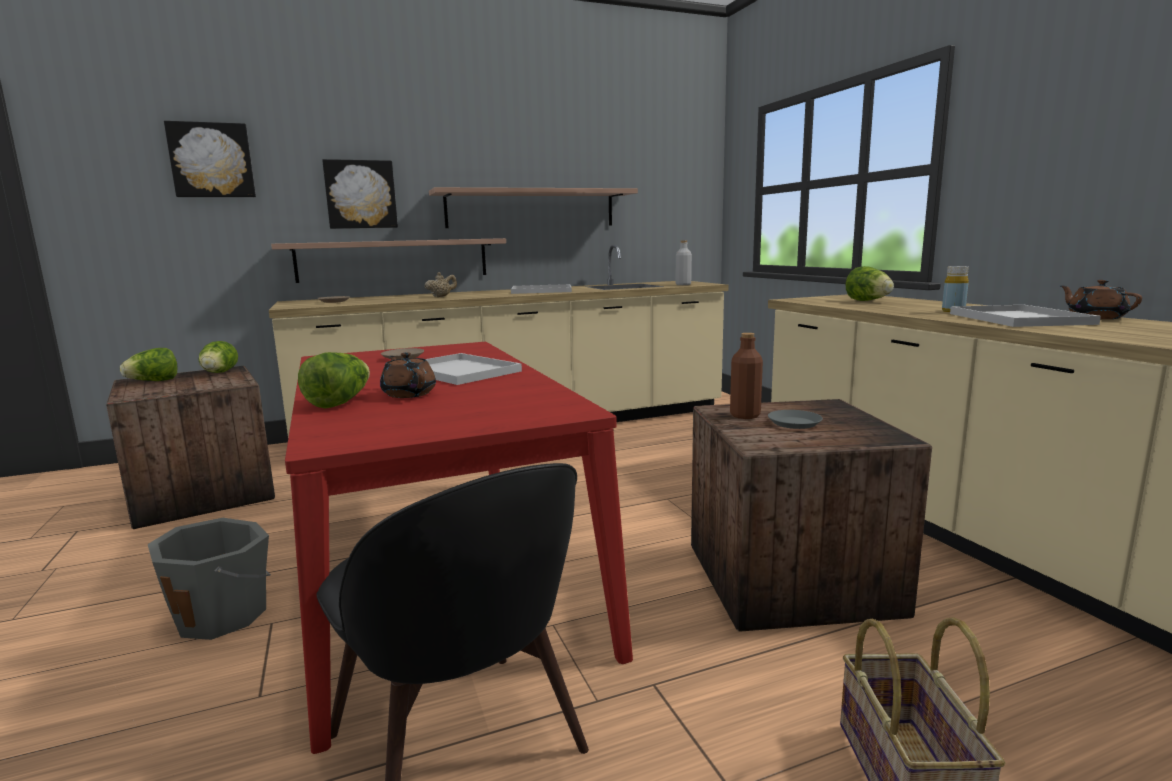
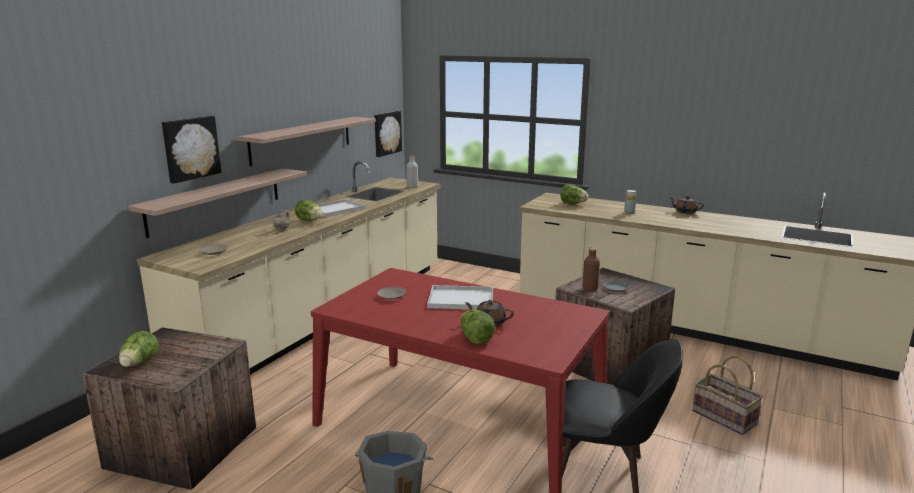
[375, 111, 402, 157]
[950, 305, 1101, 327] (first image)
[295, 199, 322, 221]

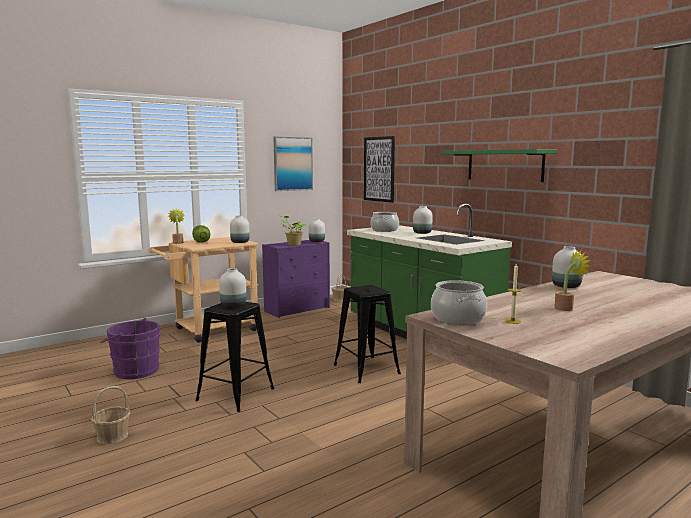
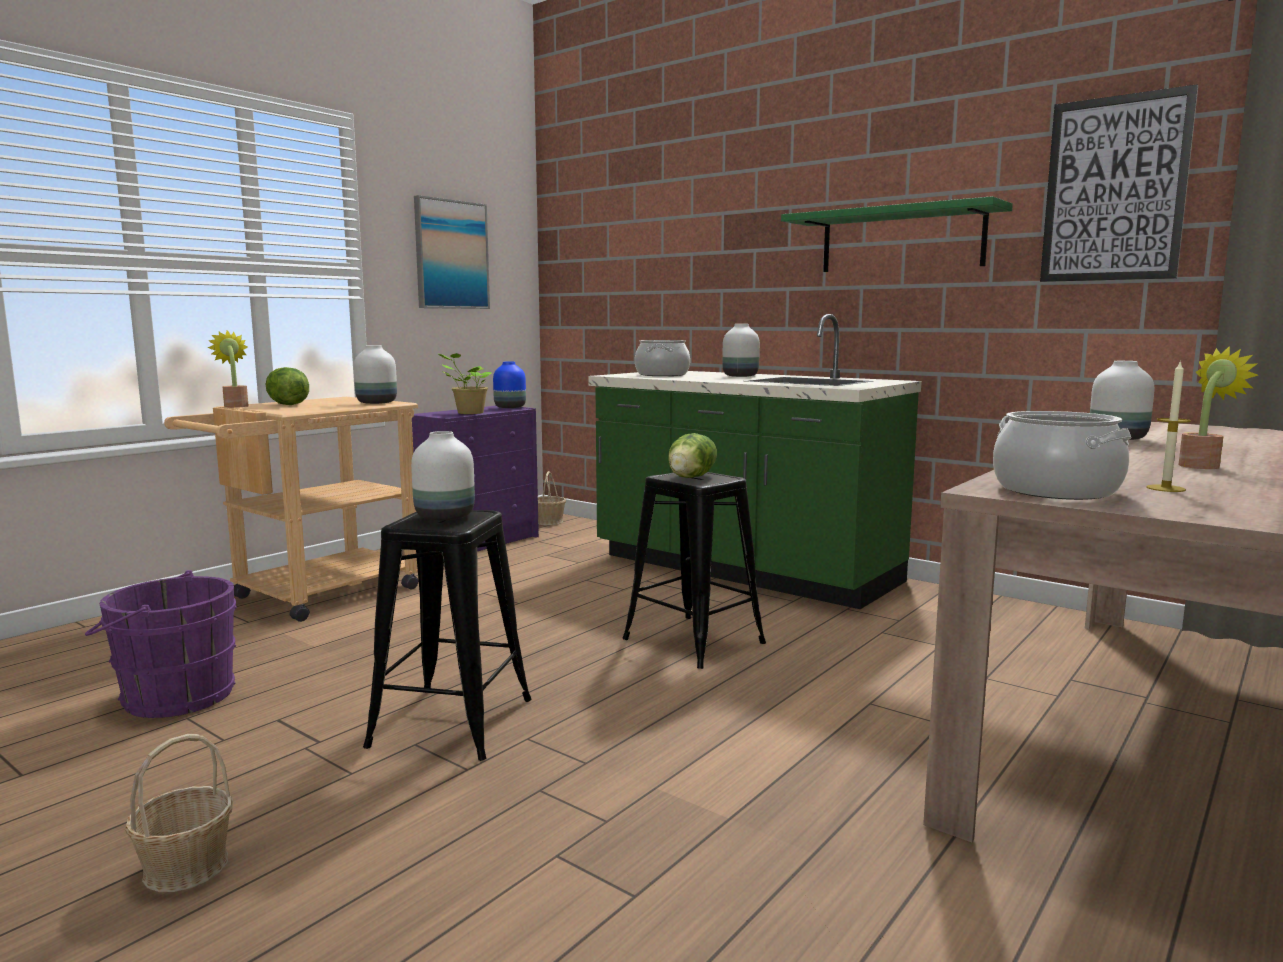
[1040, 84, 1198, 282]
[493, 362, 526, 408]
[668, 433, 717, 478]

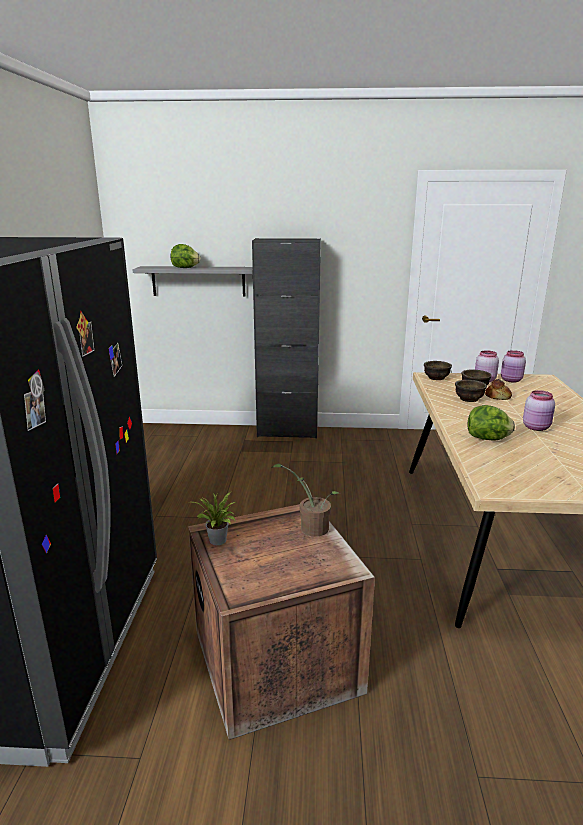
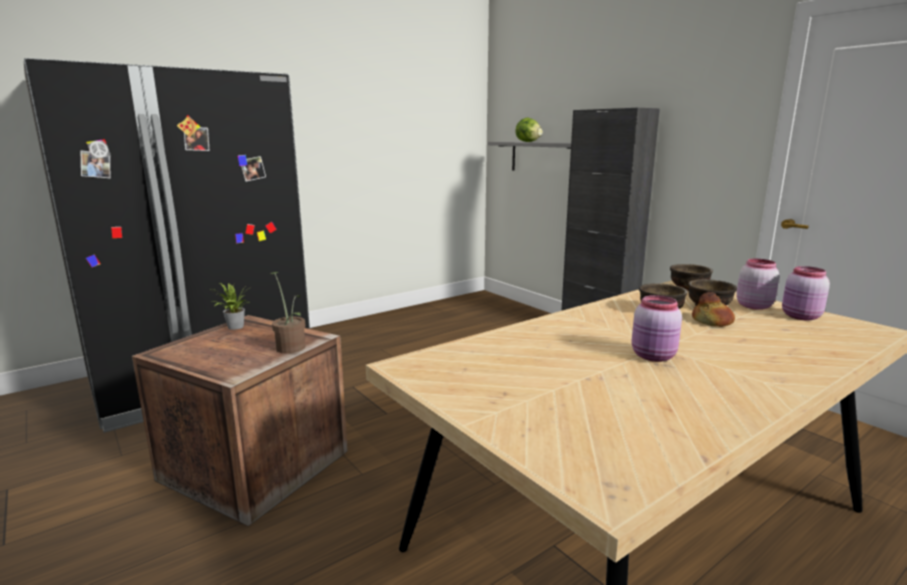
[468, 405, 515, 440] (first image)

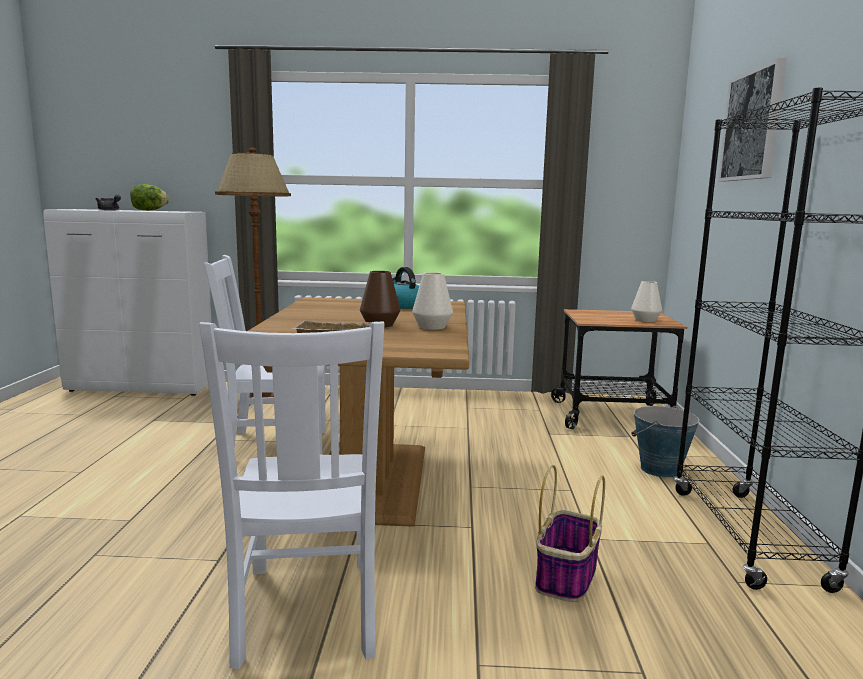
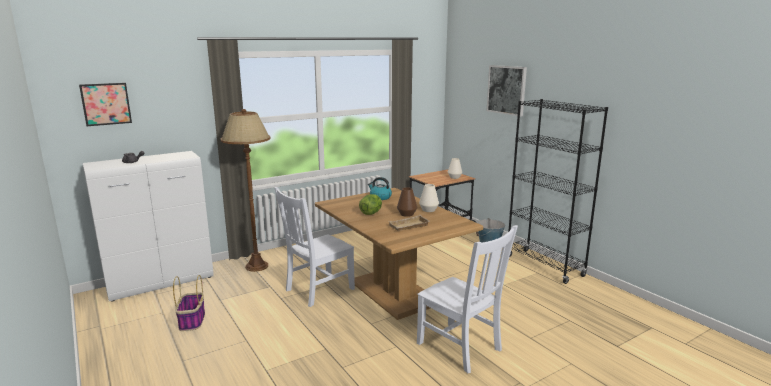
[359, 194, 382, 215]
[173, 275, 205, 331]
[79, 83, 132, 126]

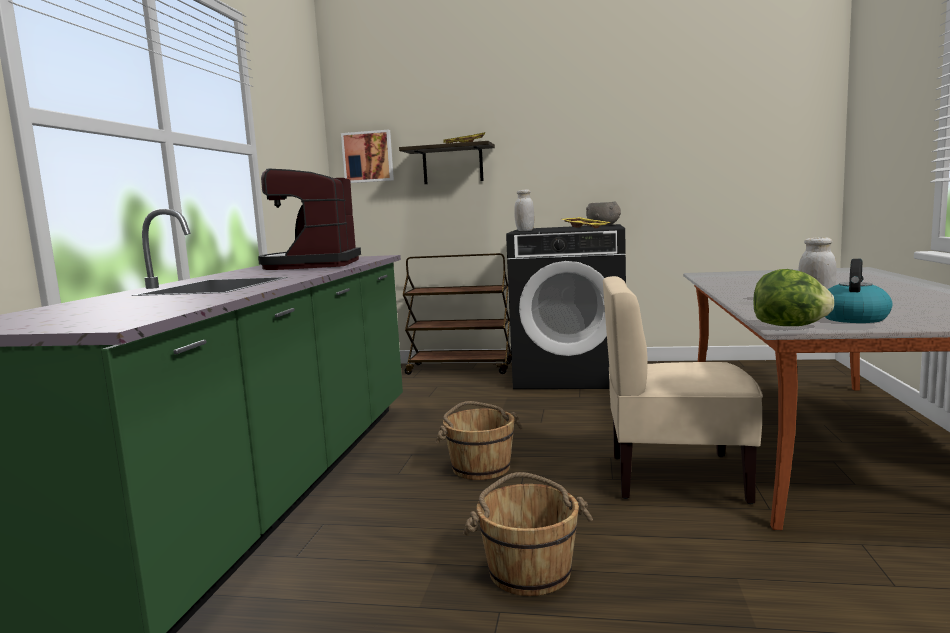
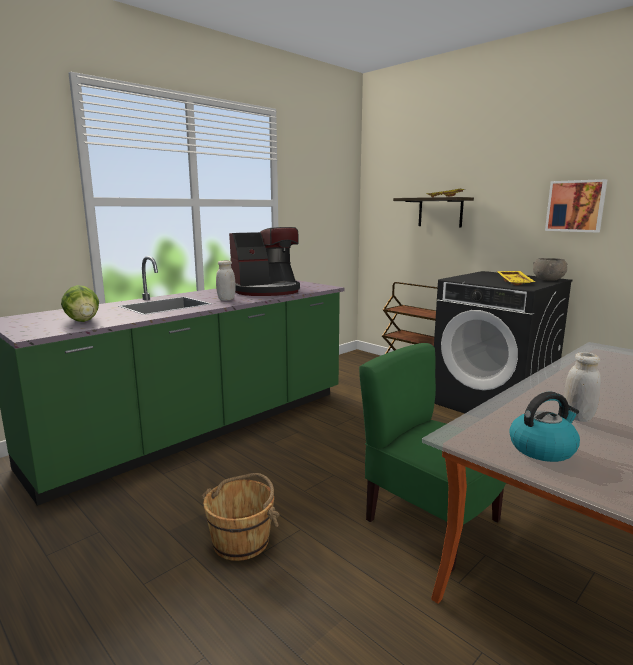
[545, 179, 607, 233]
[229, 227, 300, 296]
[216, 260, 235, 301]
[61, 285, 99, 322]
[359, 343, 506, 572]
[435, 401, 523, 480] (first image)

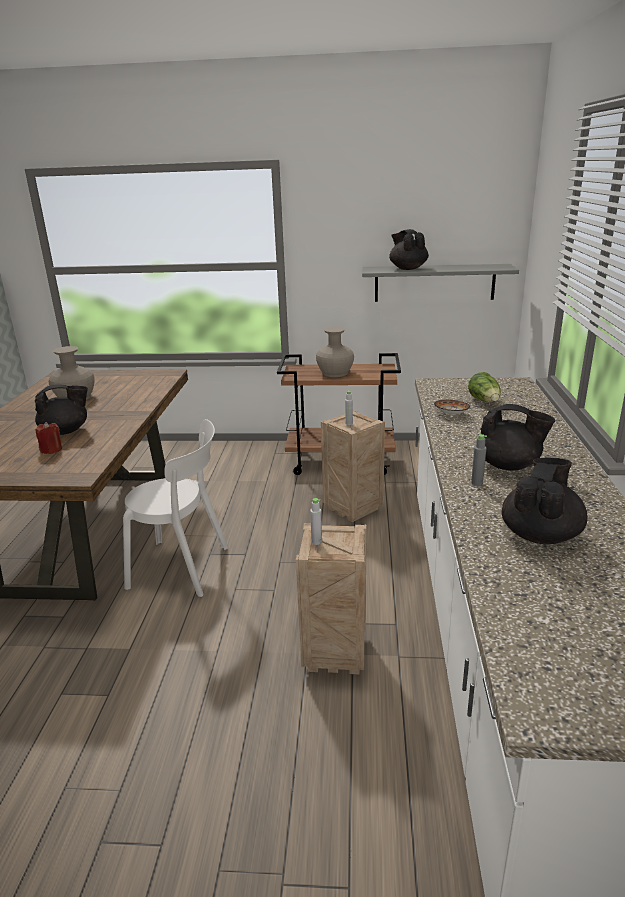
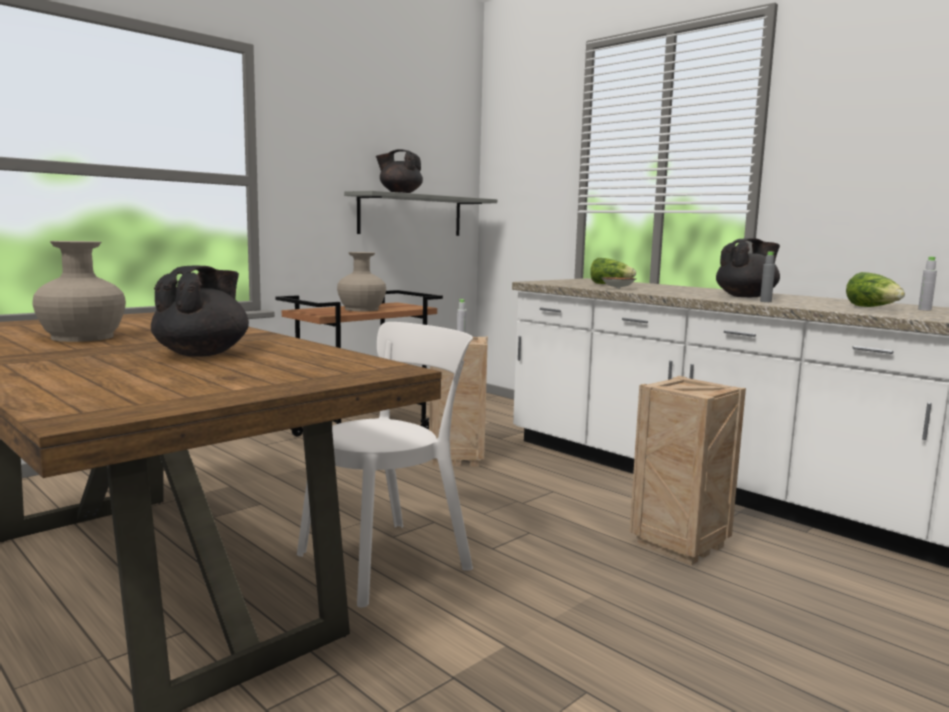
[35, 422, 62, 454] (first image)
[846, 272, 905, 307]
[918, 257, 937, 310]

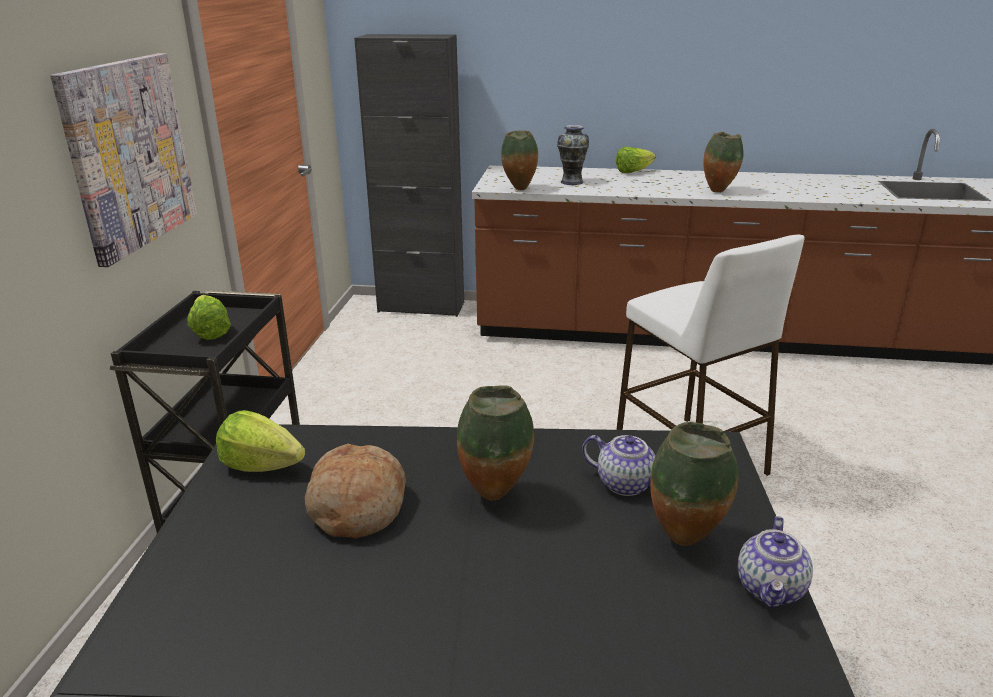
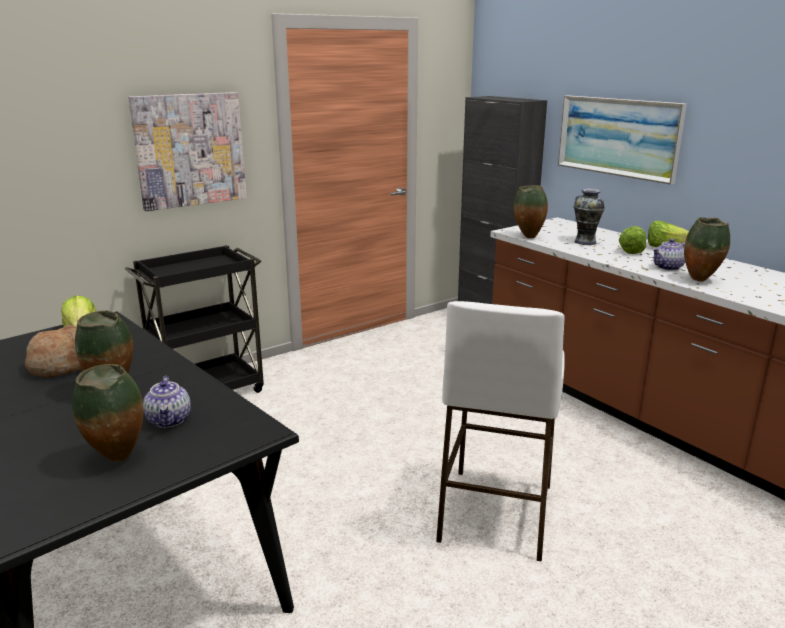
[619, 226, 647, 254]
[652, 239, 685, 271]
[558, 95, 687, 185]

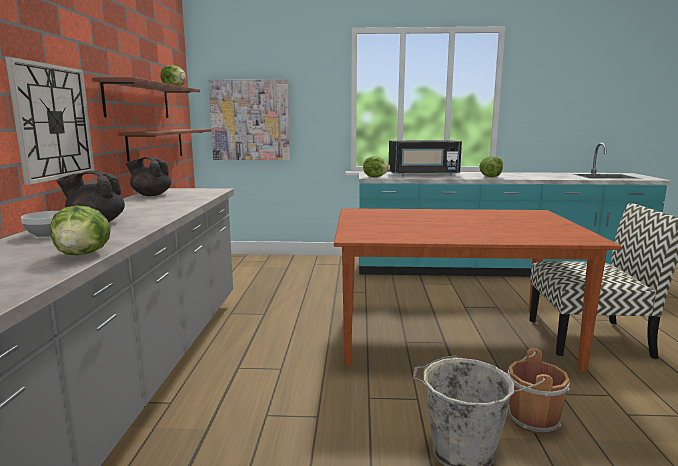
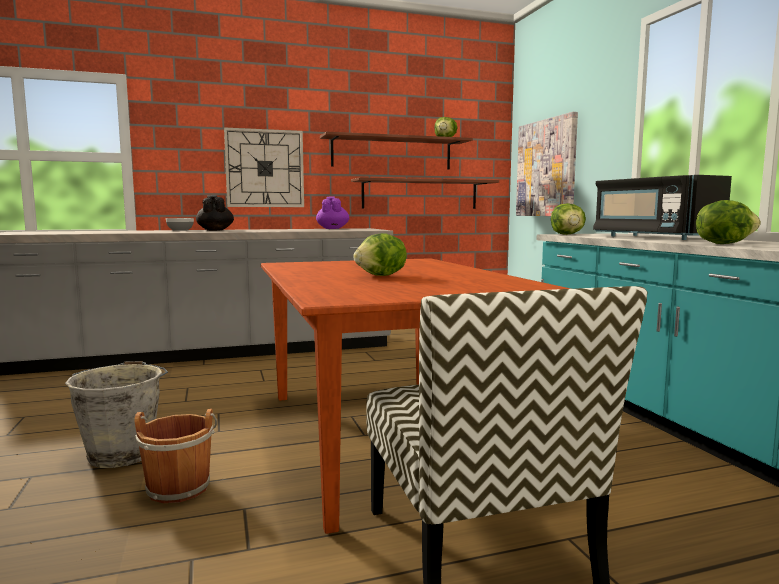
[316, 196, 349, 229]
[353, 233, 407, 276]

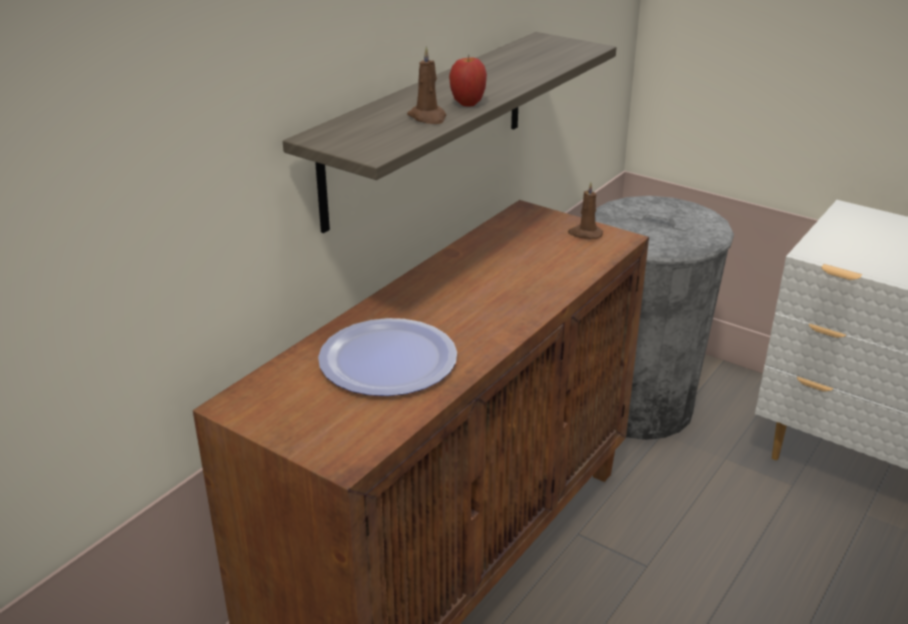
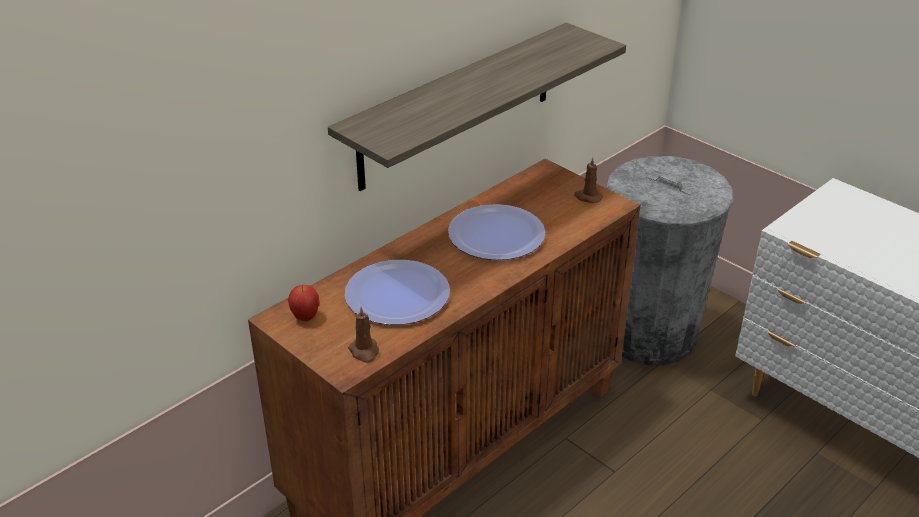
[348, 306, 379, 363]
[288, 285, 319, 321]
[448, 204, 545, 260]

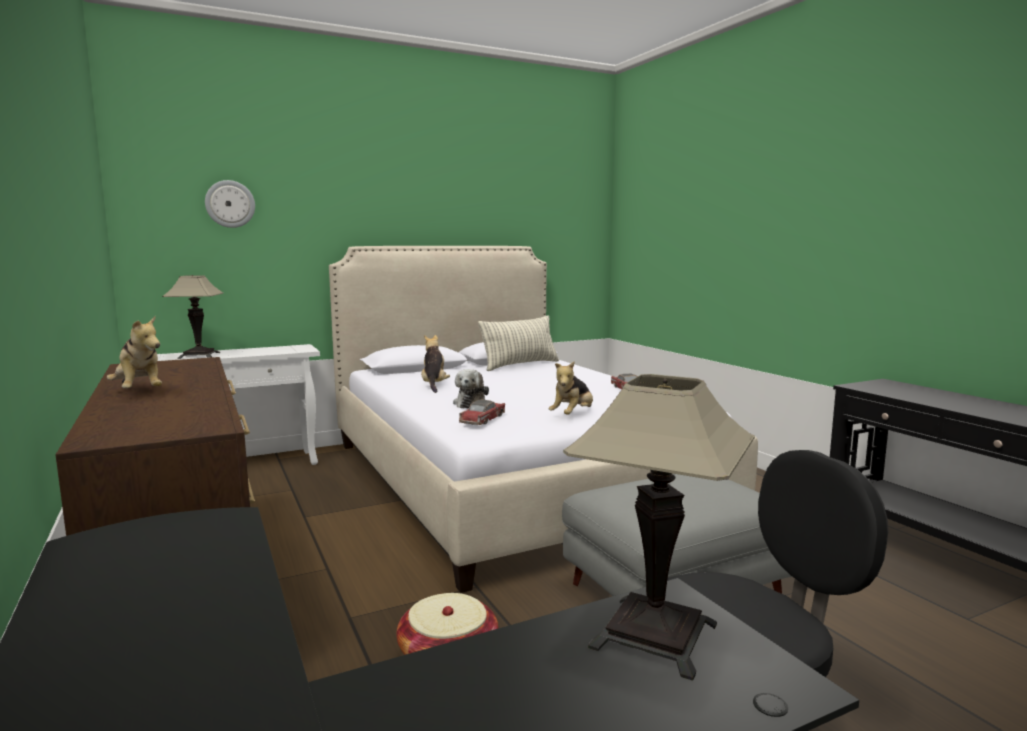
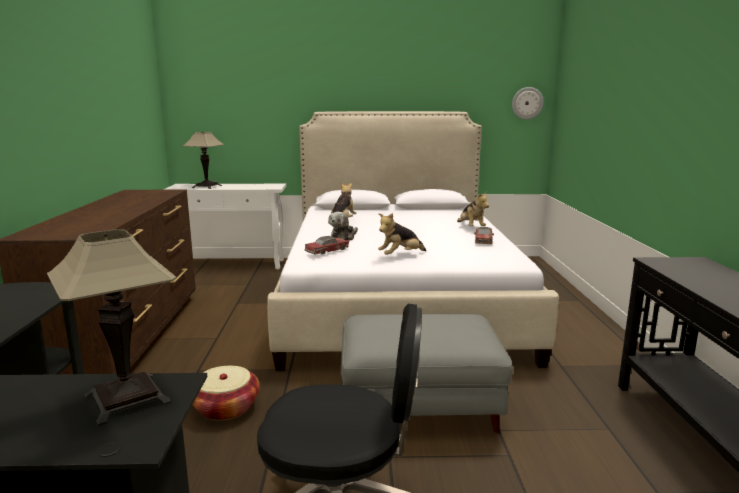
[512, 87, 544, 120]
[478, 315, 559, 371] (first image)
[457, 191, 489, 226]

